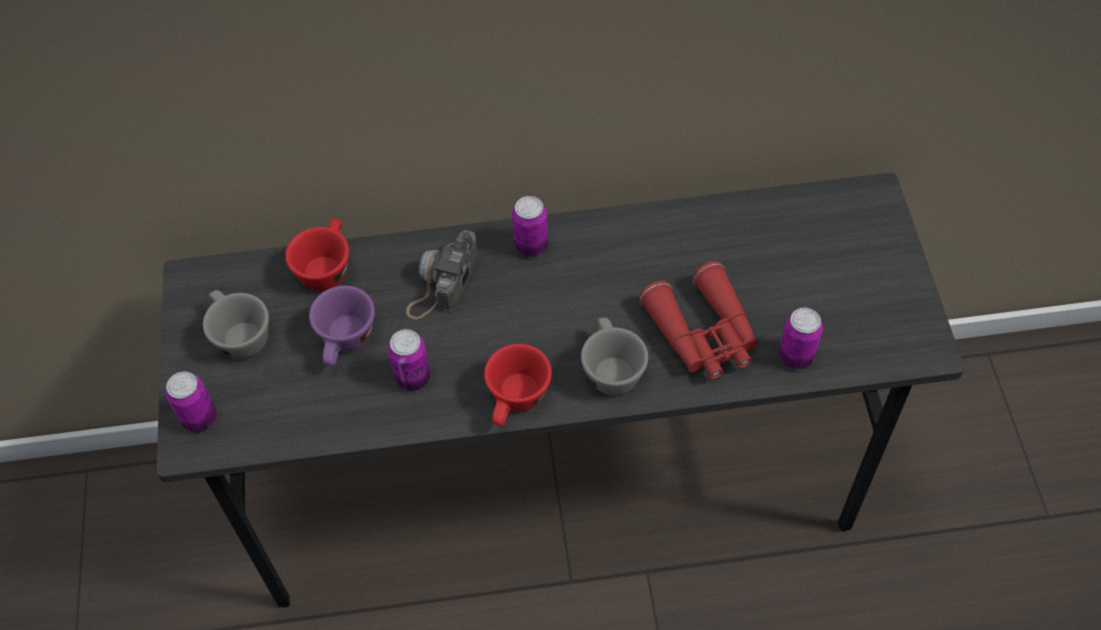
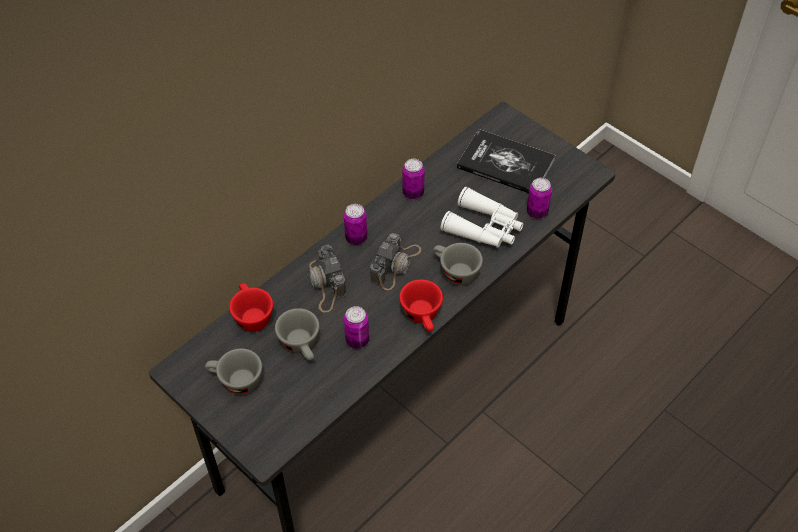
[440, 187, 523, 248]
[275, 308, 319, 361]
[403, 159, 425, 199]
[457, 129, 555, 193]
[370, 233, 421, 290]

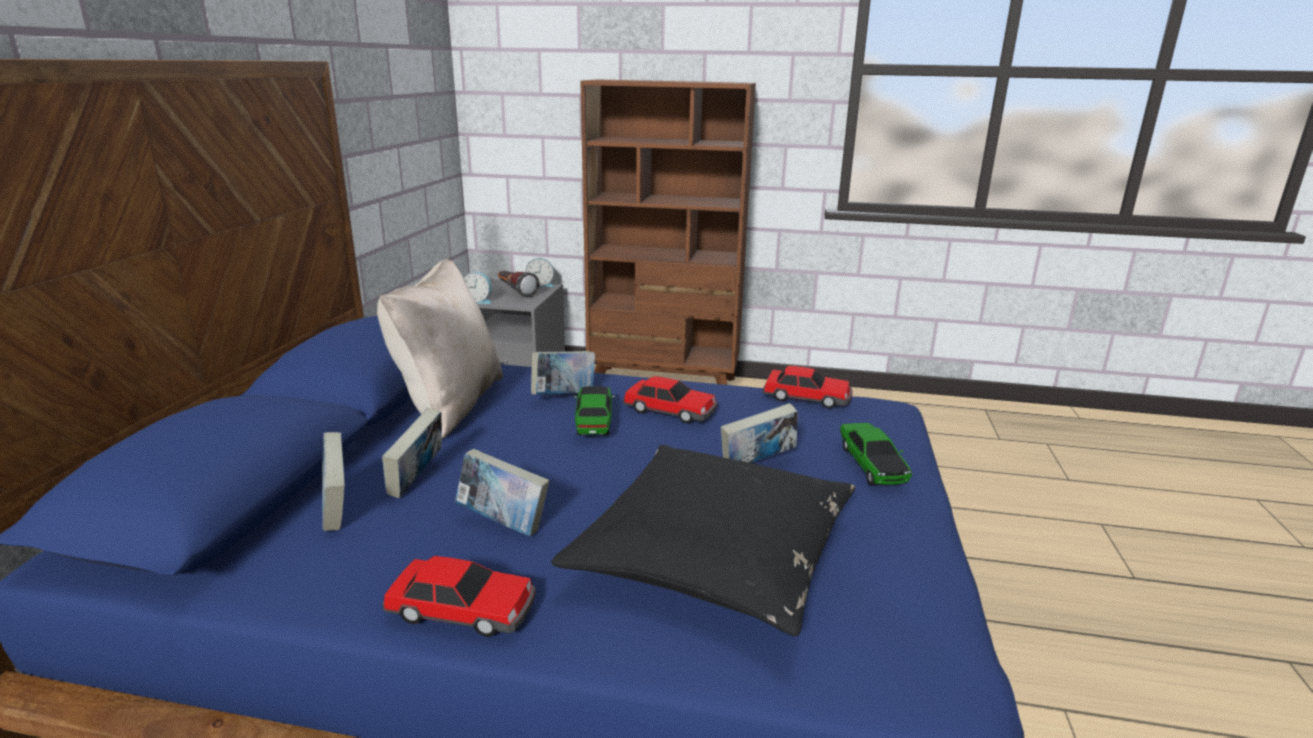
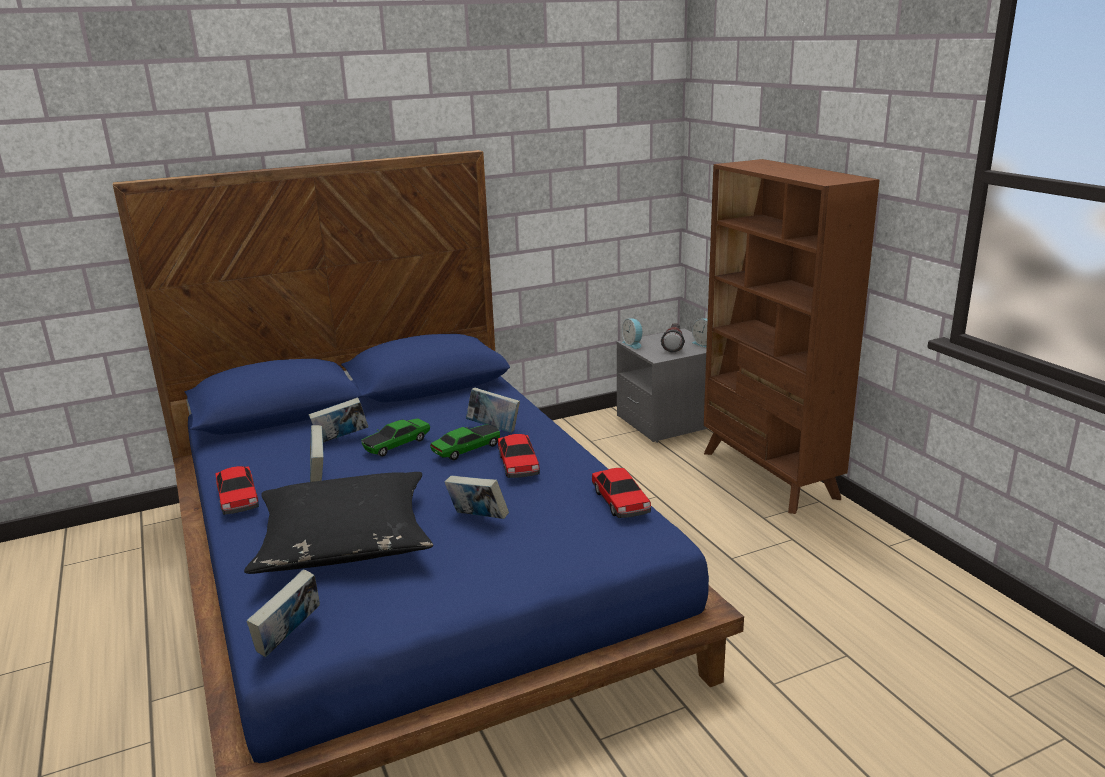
[377, 259, 503, 439] (first image)
[361, 418, 430, 457]
[247, 569, 320, 657]

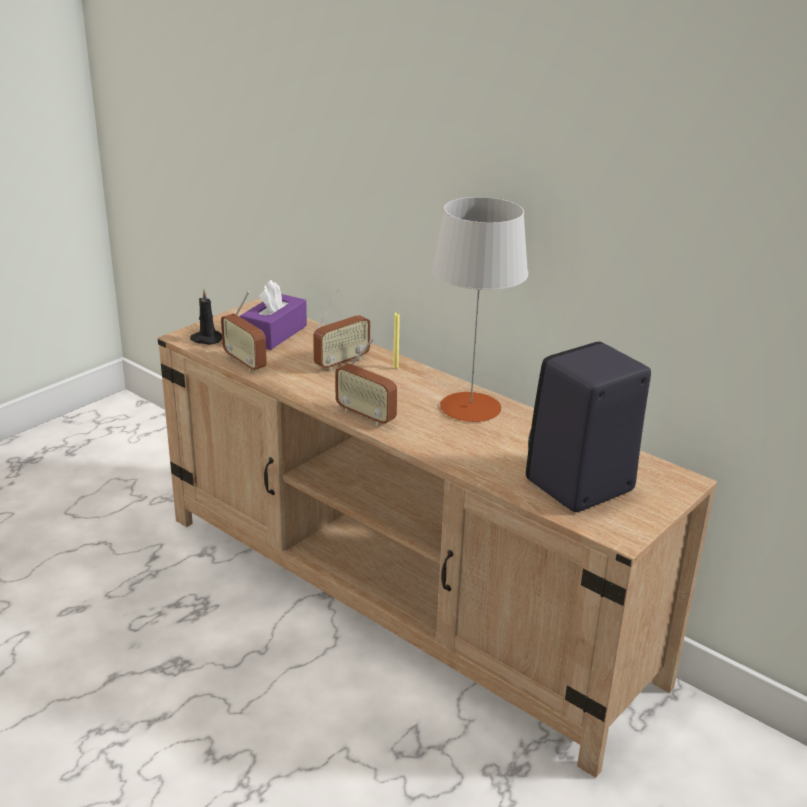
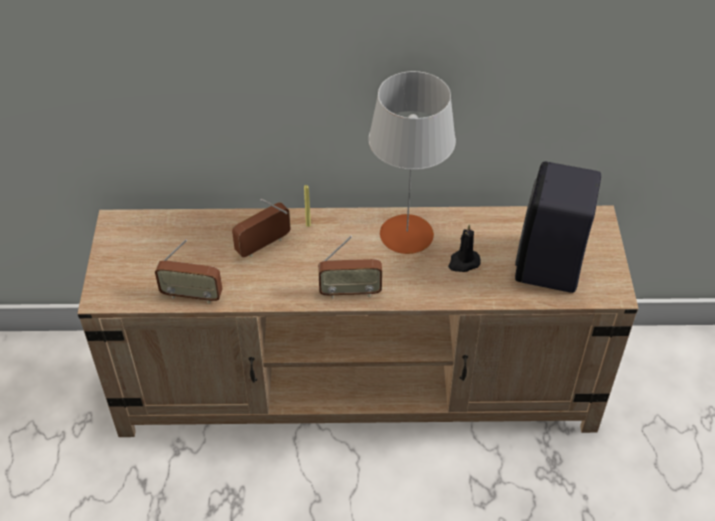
[240, 280, 307, 350] (first image)
[448, 225, 481, 272]
[232, 199, 291, 257]

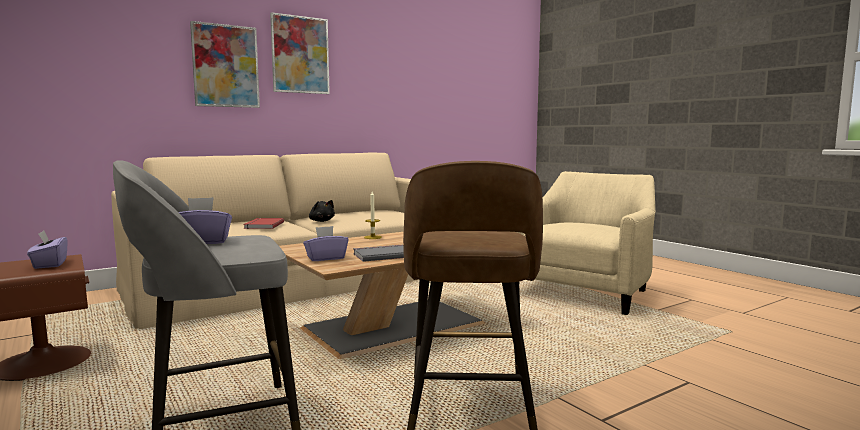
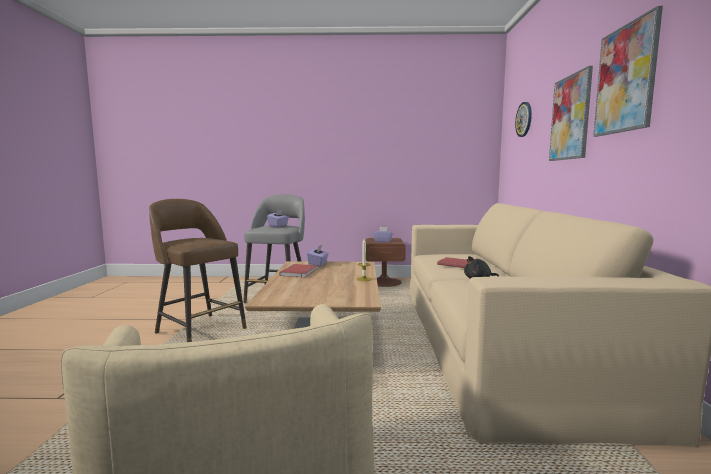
[279, 264, 318, 277]
[515, 102, 532, 137]

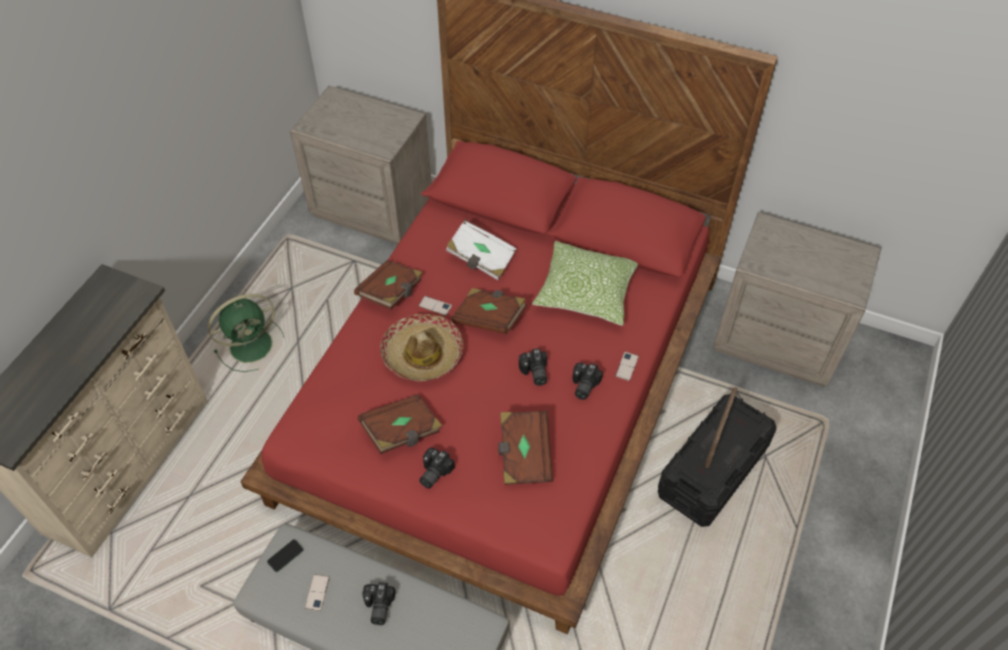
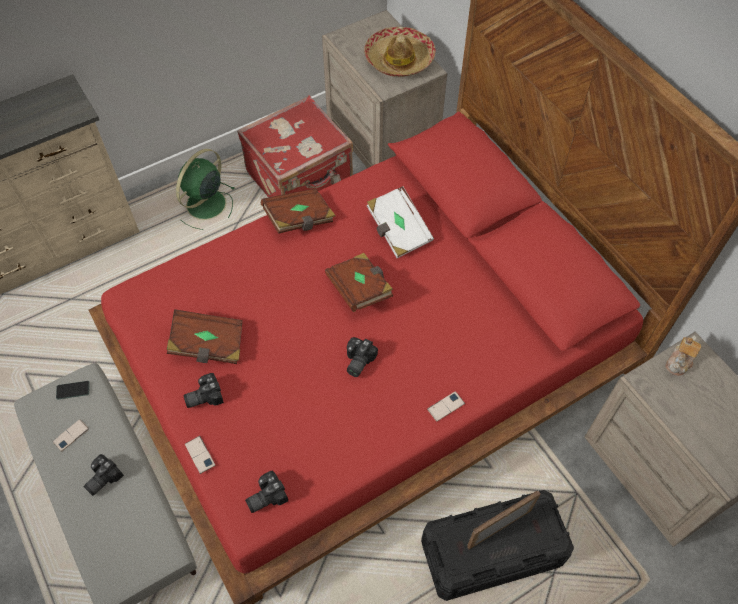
[532, 241, 638, 326] (first image)
[176, 149, 235, 230]
[185, 436, 215, 474]
[364, 27, 436, 77]
[245, 471, 288, 513]
[498, 411, 553, 485] (first image)
[237, 95, 353, 197]
[666, 335, 701, 376]

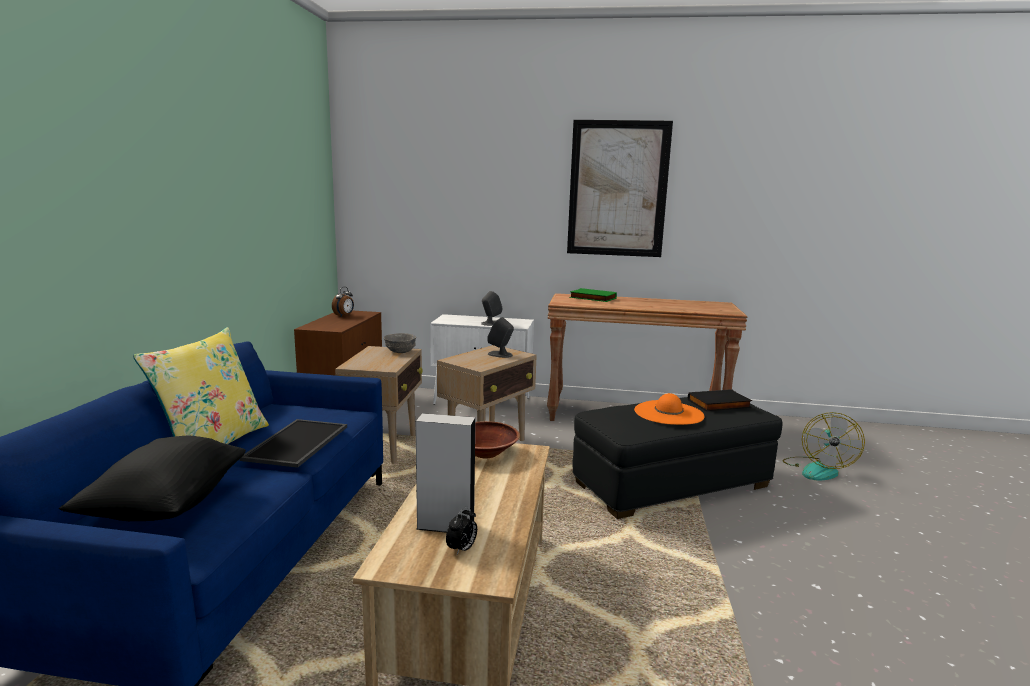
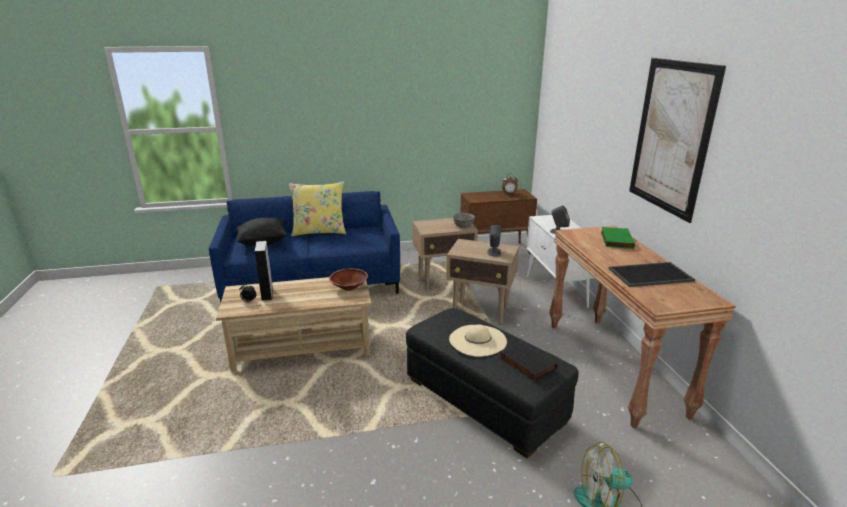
[449, 324, 507, 357]
[608, 262, 695, 287]

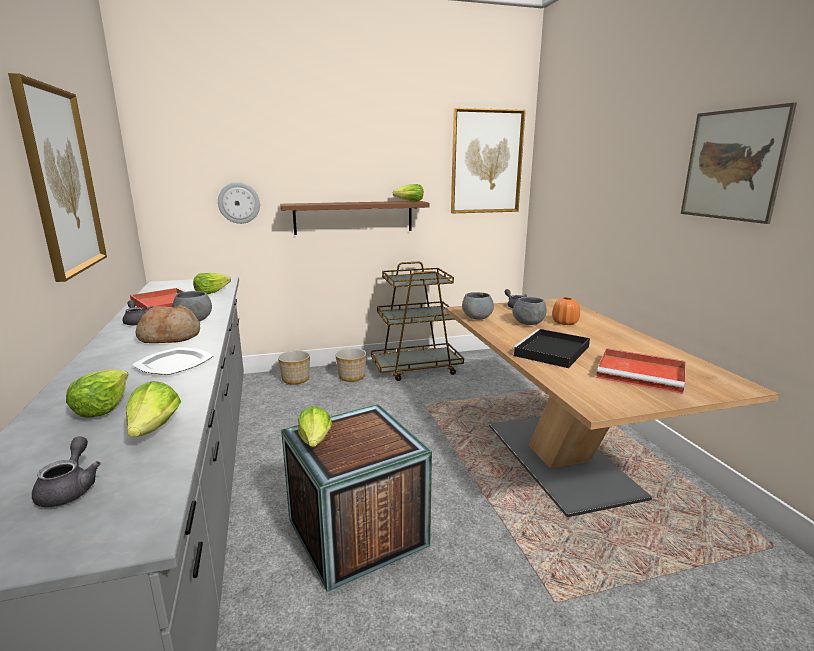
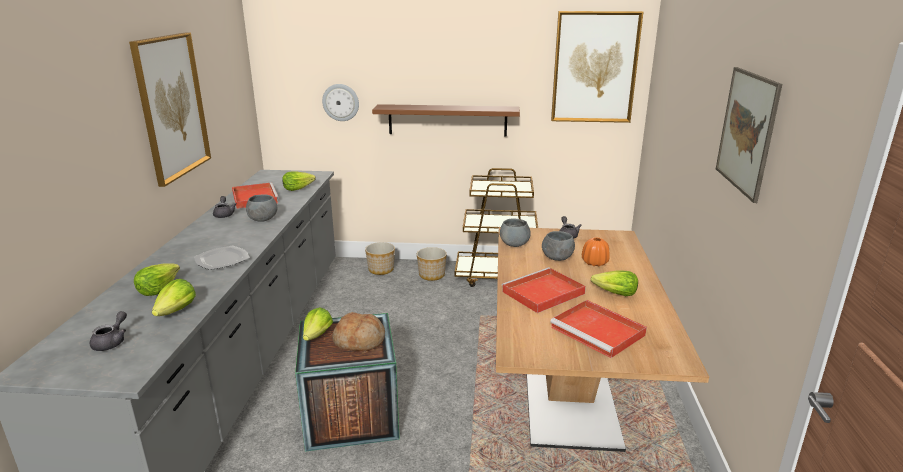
[591, 270, 638, 296]
[332, 312, 385, 351]
[501, 267, 586, 313]

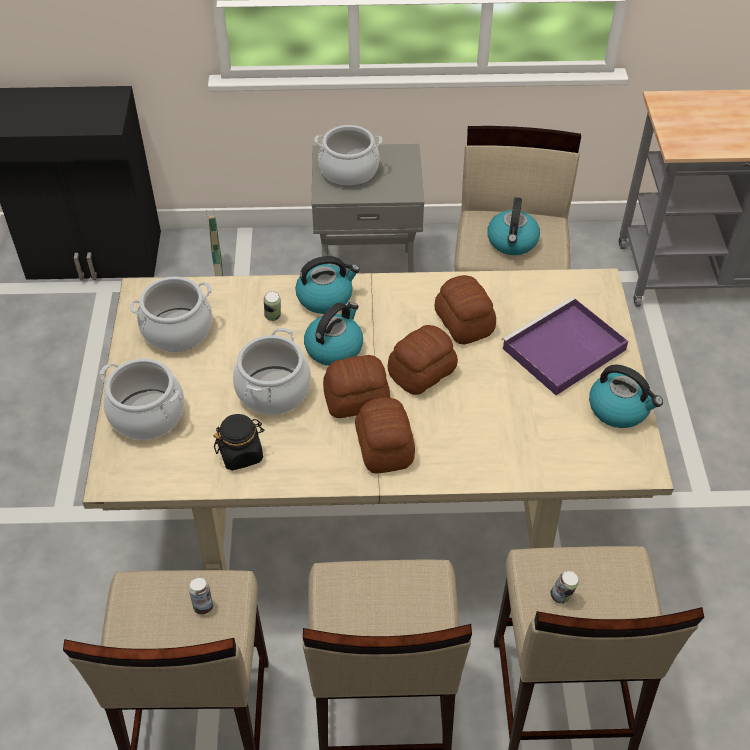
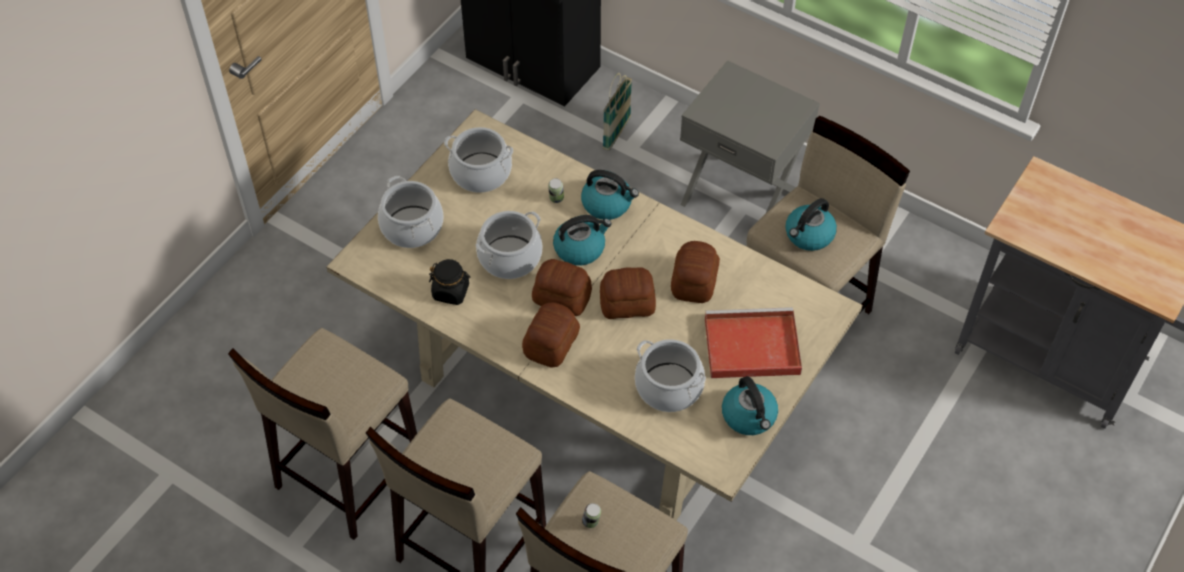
[635, 339, 706, 412]
[705, 307, 802, 378]
[189, 578, 213, 614] (first image)

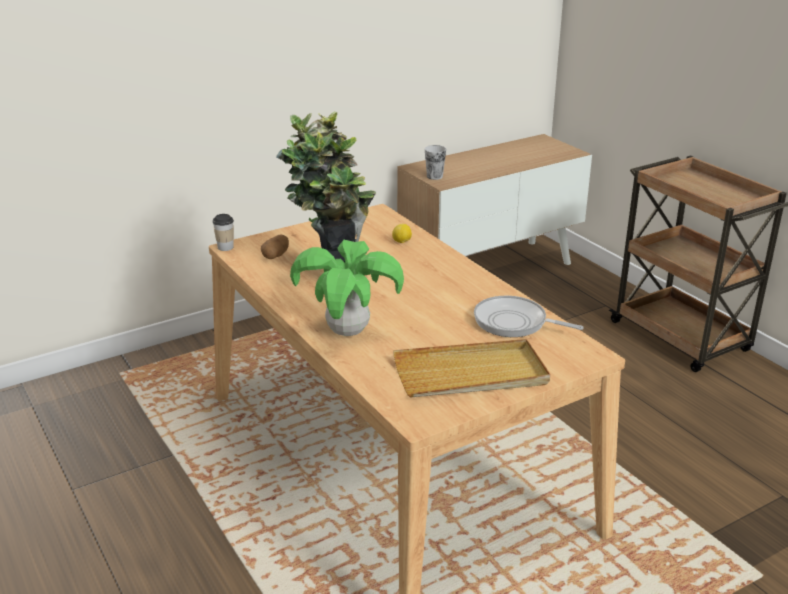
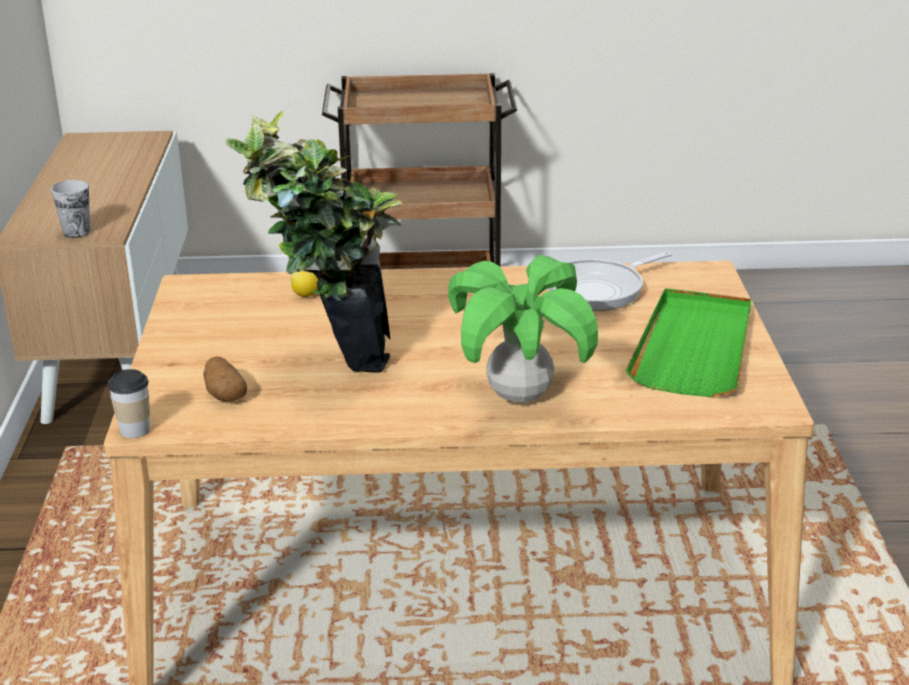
[626, 288, 751, 397]

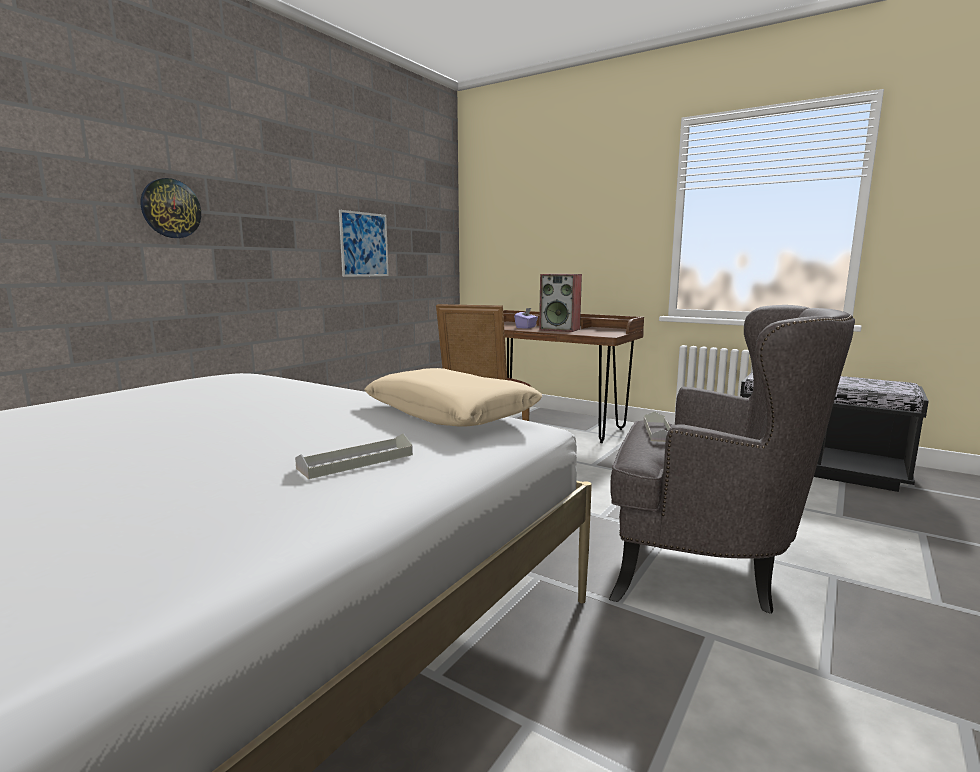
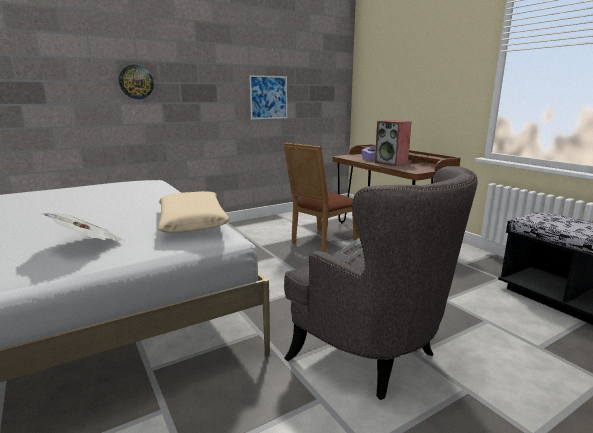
[40, 213, 126, 241]

